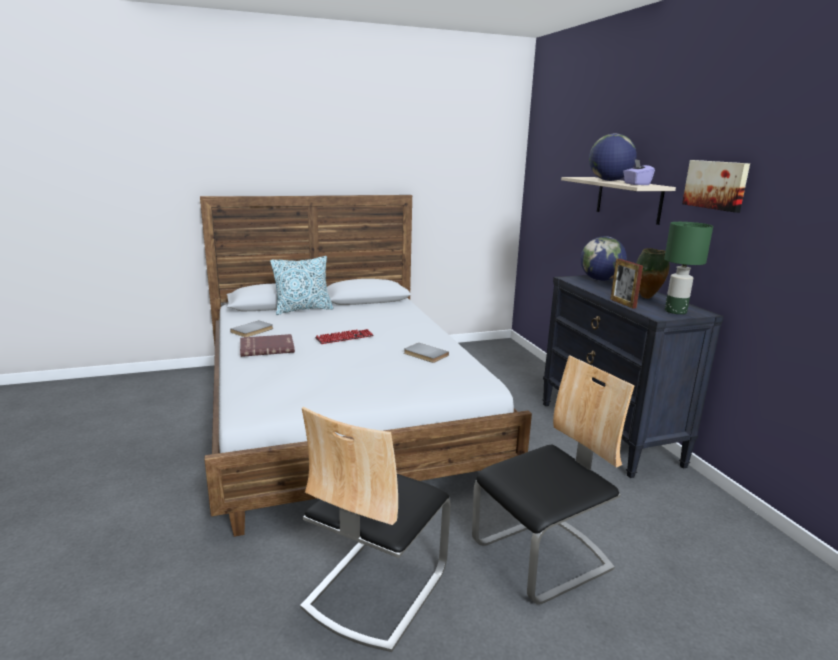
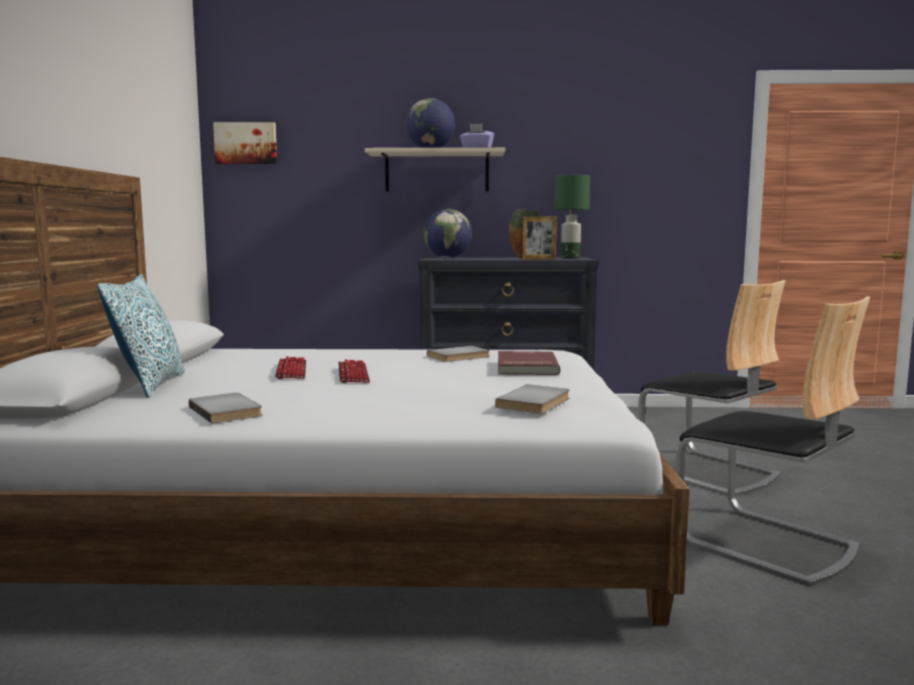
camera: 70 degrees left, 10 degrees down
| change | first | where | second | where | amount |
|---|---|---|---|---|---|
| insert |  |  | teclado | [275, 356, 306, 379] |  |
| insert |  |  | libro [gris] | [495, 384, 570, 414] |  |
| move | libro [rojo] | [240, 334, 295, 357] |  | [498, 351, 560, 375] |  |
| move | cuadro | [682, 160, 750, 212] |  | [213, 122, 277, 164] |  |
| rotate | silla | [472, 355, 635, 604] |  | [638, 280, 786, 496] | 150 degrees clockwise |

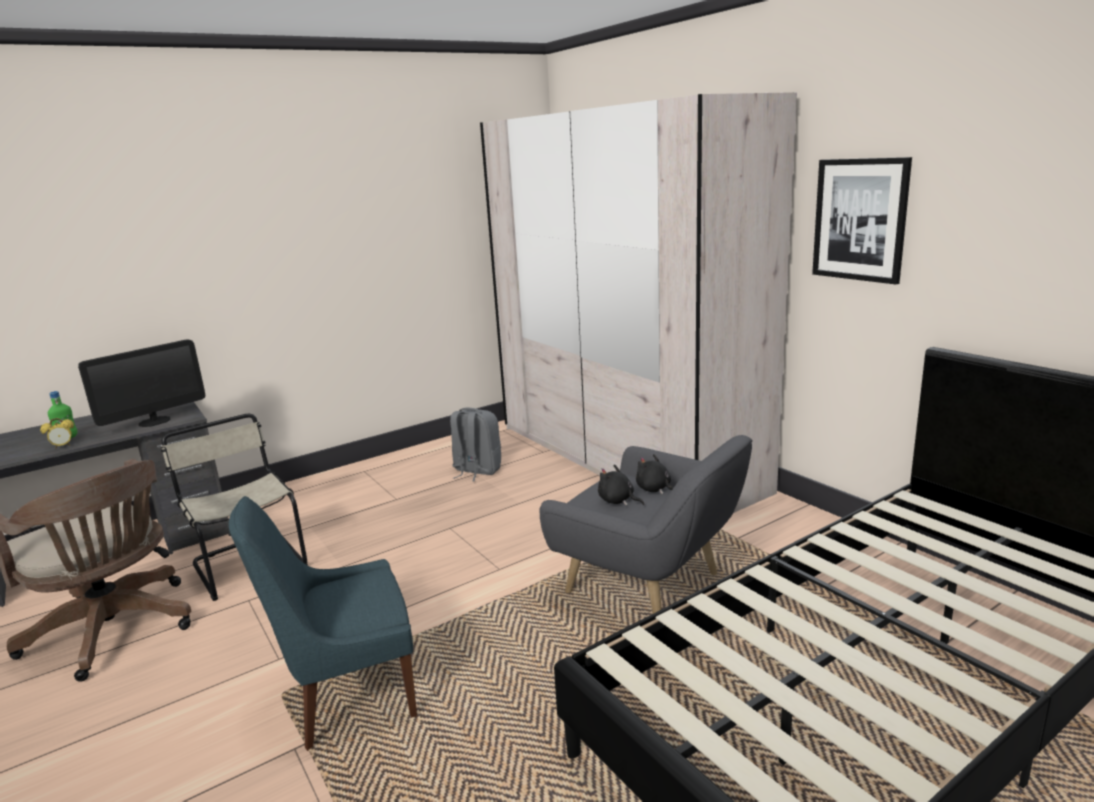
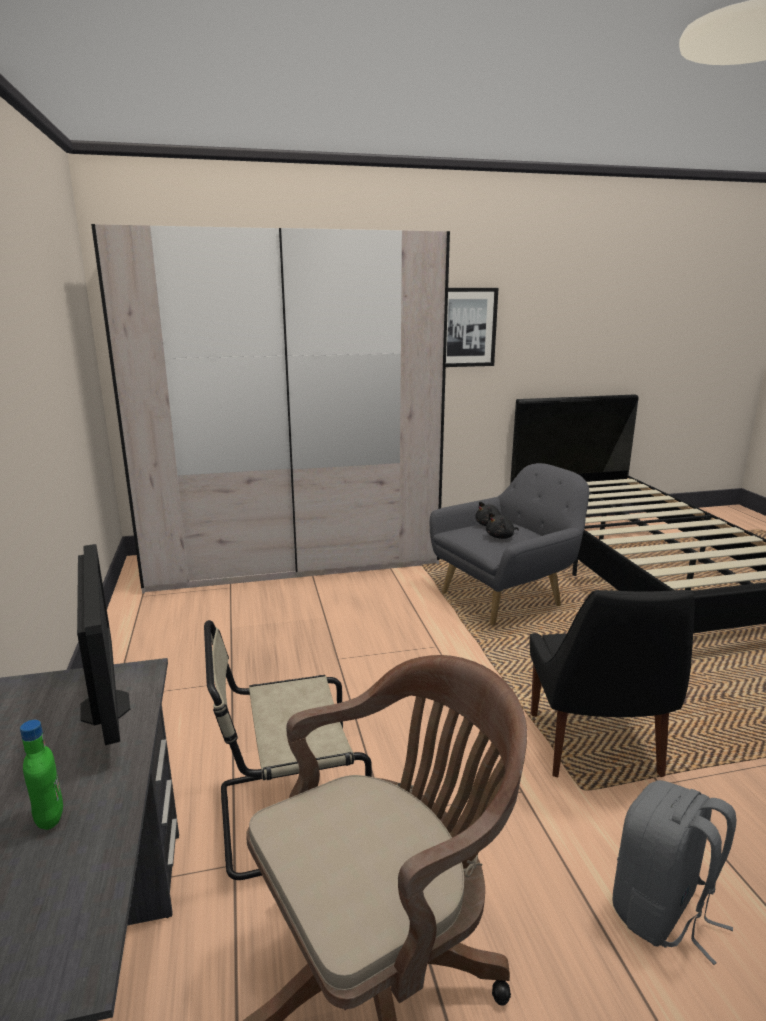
camera: 70 degrees left, 0 degrees up
| change | first | where | second | where | amount |
|---|---|---|---|---|---|
| delete | despertador | [40, 418, 74, 449] |  |  |  |
| move | mochila [gris] | [450, 408, 501, 482] |  | [613, 780, 736, 965] |  |
| recolor | silla [azul] | [229, 496, 417, 751] | silla [negro] | [530, 590, 694, 777] |  |

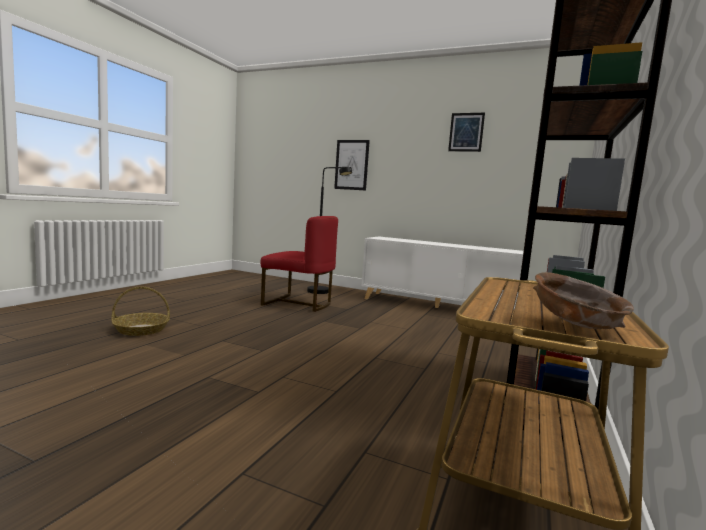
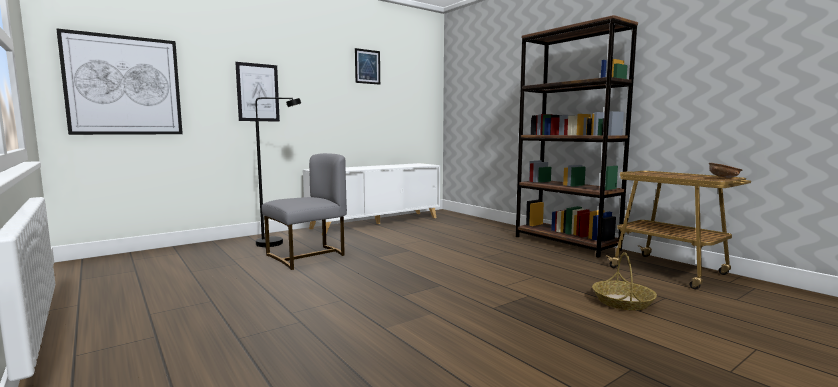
camera: 60 degrees left, 0 degrees up
| change | first | where | second | where | amount |
|---|---|---|---|---|---|
| insert |  |  | cuadro | [56, 28, 183, 135] |  |
| move | cesta | [111, 286, 170, 336] |  | [592, 252, 657, 310] |  |
| recolor | silla [rojo] | [261, 216, 338, 312] | silla [gris] | [262, 153, 347, 270] |  |

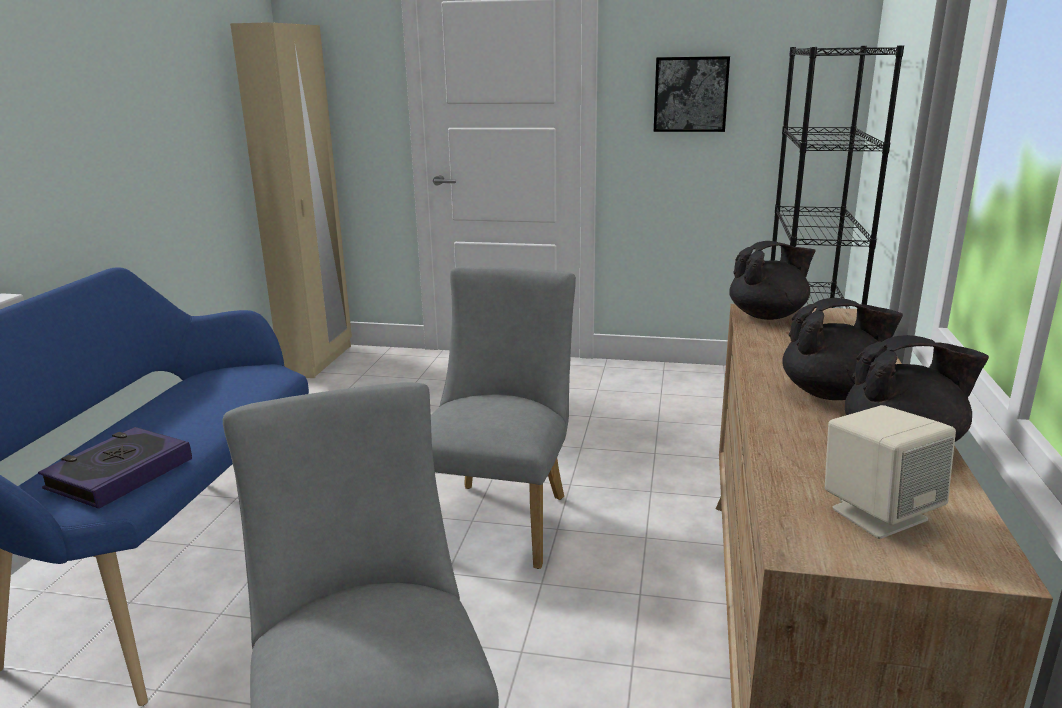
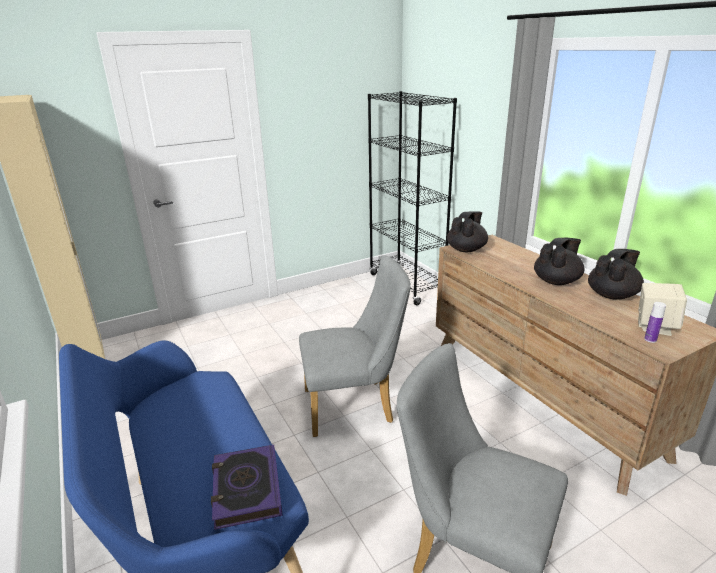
camera: 40 degrees left, 5 degrees up
| change | first | where | second | where | amount |
|---|---|---|---|---|---|
| delete | cuadro | [654, 56, 730, 132] |  |  |  |
| insert |  |  | botella | [644, 302, 666, 343] |  |
| rotate | silla [gris] | [431, 266, 576, 569] |  | [299, 255, 411, 437] | 105 degrees clockwise |

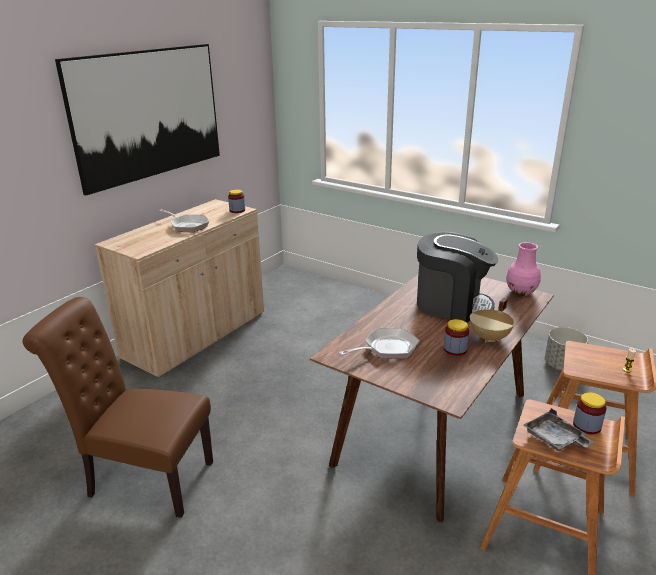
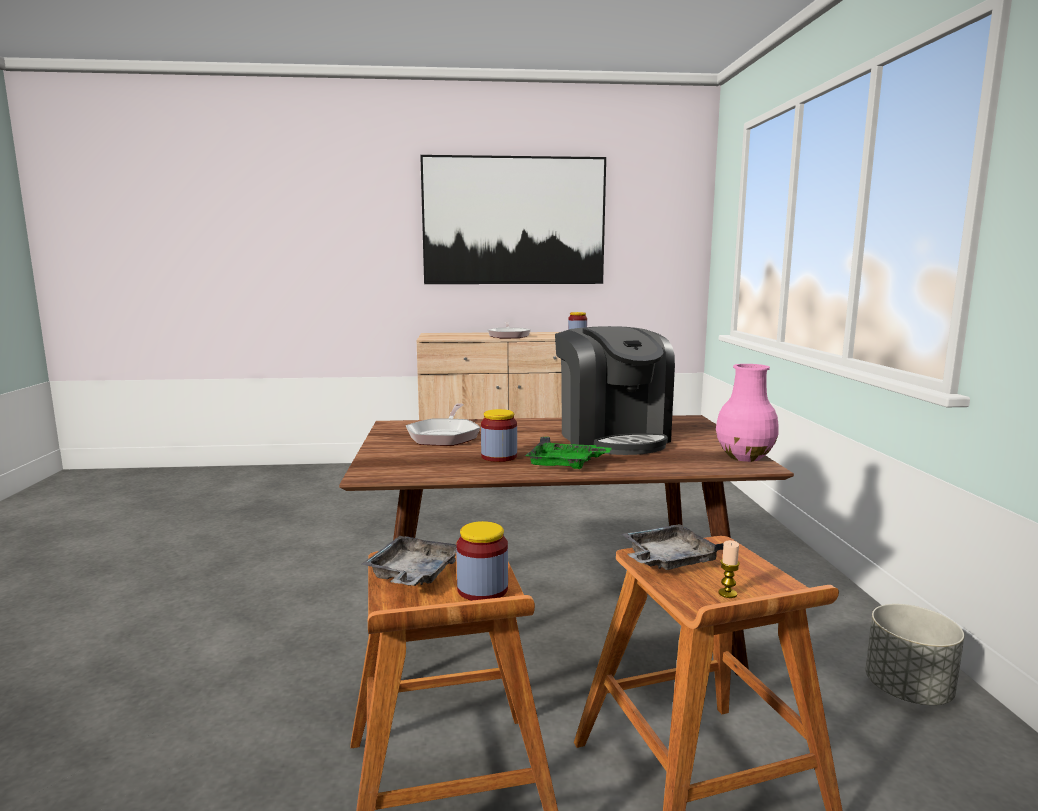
camera: 50 degrees right, 15 degrees down
| change | first | where | second | where | amount |
|---|---|---|---|---|---|
| delete | silla [marrón] | [23, 297, 213, 518] |  |  |  |
| insert |  |  | bandeja [gris] | [622, 524, 723, 570] |  |
| replace | olla [beis] | [470, 297, 514, 342] | bandeja [verde] | [525, 437, 612, 469] |  |
| rotate | sartén | [338, 328, 420, 359] |  | [406, 403, 480, 446] | 75 degrees clockwise |

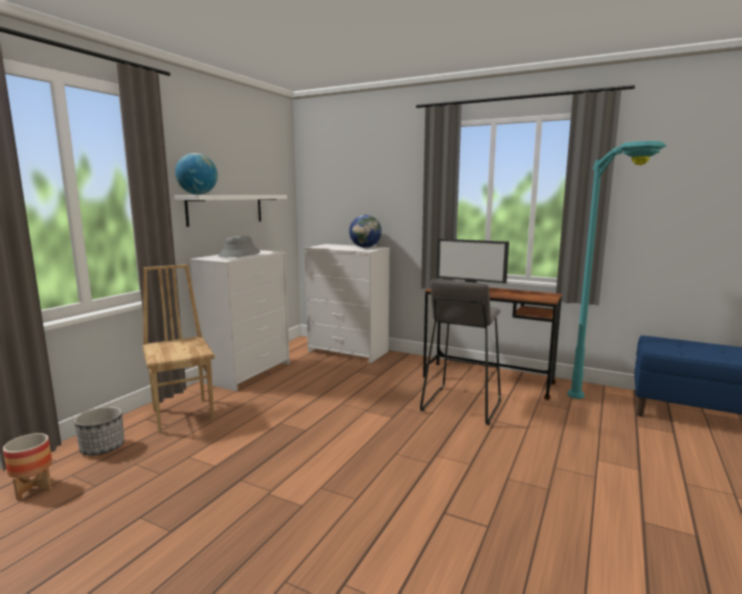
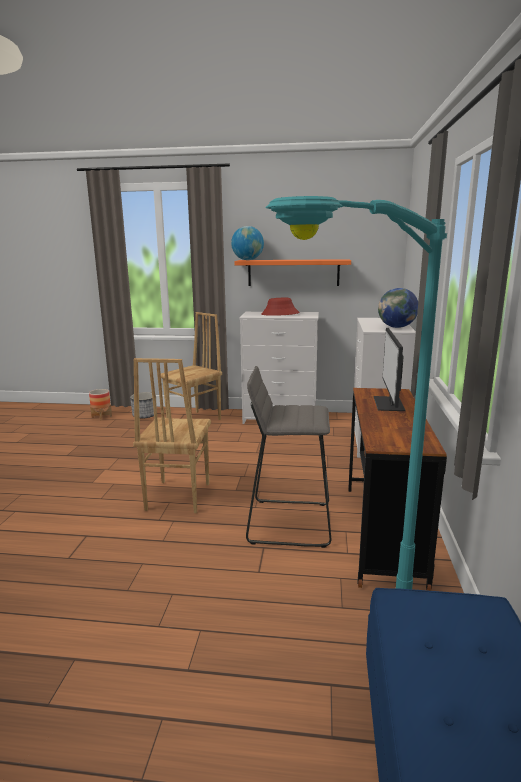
camera: 70 degrees right, 5 degrees up
| change | first | where | second | where | amount |
|---|---|---|---|---|---|
| insert |  |  | silla [marrón] | [133, 358, 211, 513] |  |
| recolor | estante [blanco] | [174, 195, 287, 227] | estante [naranja] | [234, 259, 351, 286] |  |
| recolor | sombrero [gris] | [219, 236, 260, 257] | sombrero [rojo] | [261, 298, 300, 316] |  |

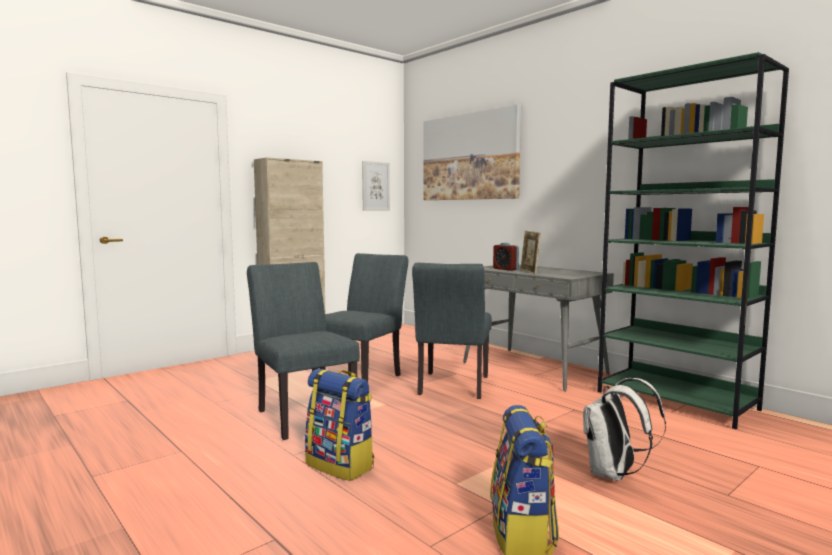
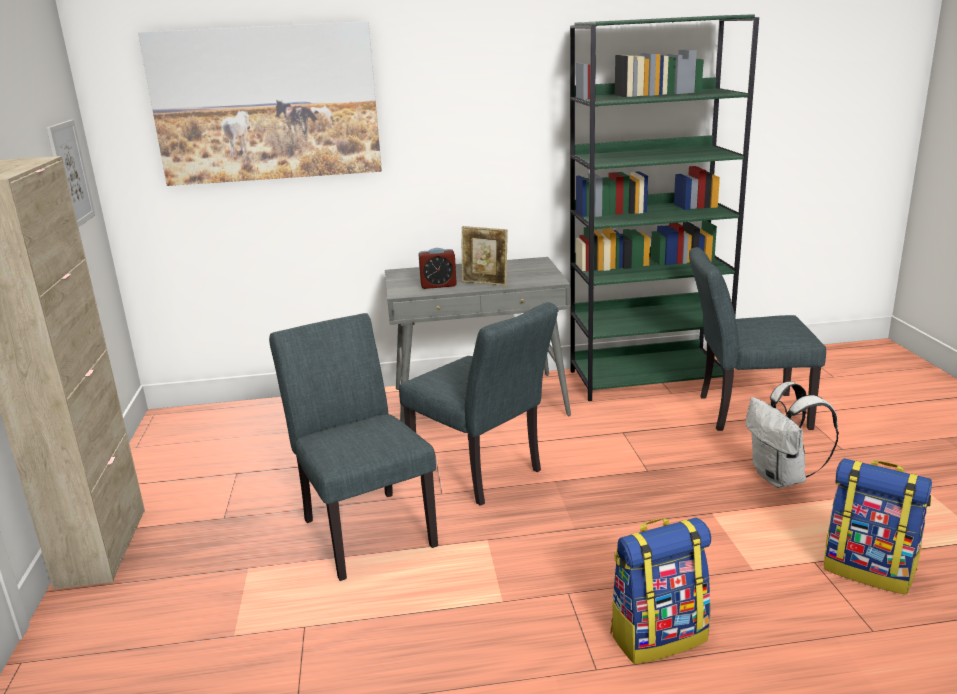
camera: 55 degrees left, 15 degrees up
| change | first | where | second | where | amount |
|---|---|---|---|---|---|
| move | silla [gris] | [247, 262, 360, 440] |  | [689, 247, 826, 431] |  |

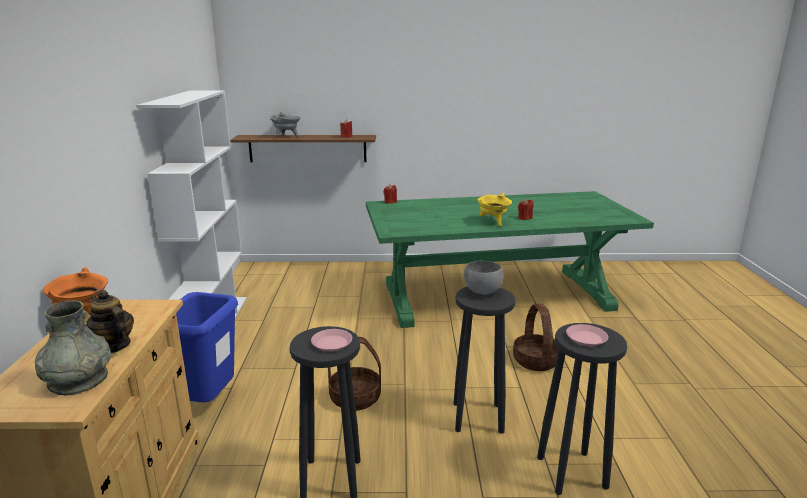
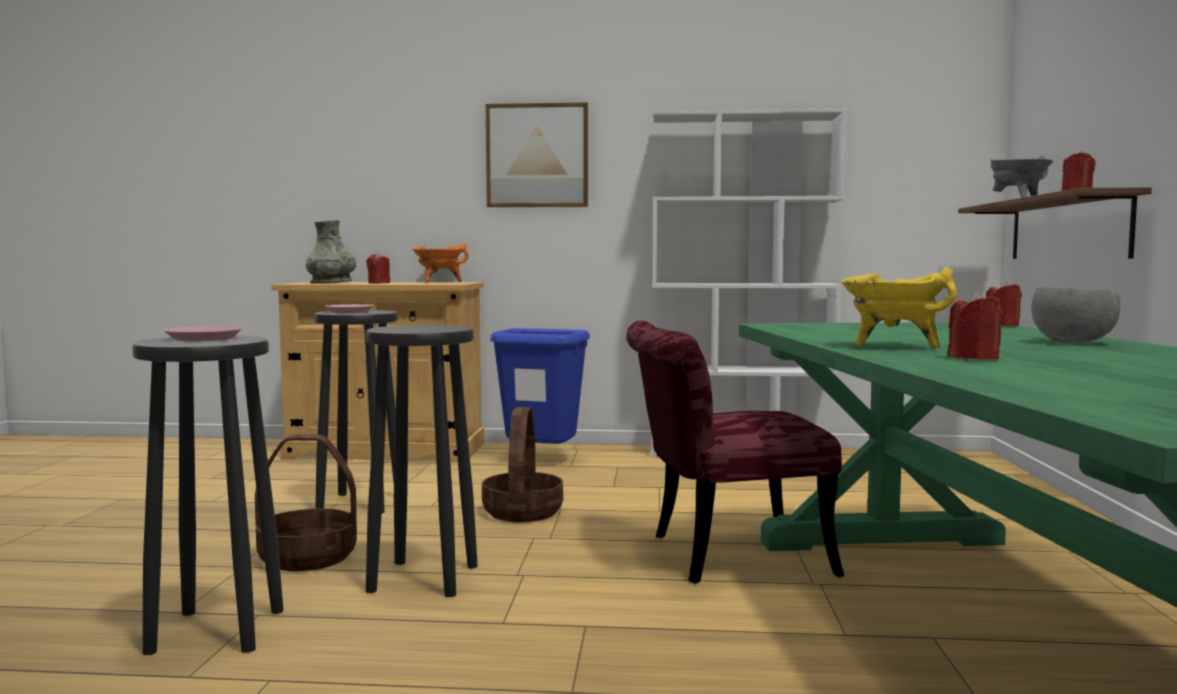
camera: 95 degrees right, 15 degrees down
| change | first | where | second | where | amount |
|---|---|---|---|---|---|
| insert |  |  | cuadro | [486, 102, 588, 207] |  |
| insert |  |  | silla [rojo] | [626, 321, 844, 584] |  |
| move | cuenco [gris] | [464, 261, 504, 295] |  | [1031, 286, 1120, 343] |  |
| move | cesta | [513, 304, 559, 371] |  | [255, 434, 357, 571] |  |
| replace | tetera | [86, 290, 134, 353] | vela [rojo] | [366, 252, 390, 284] |  |

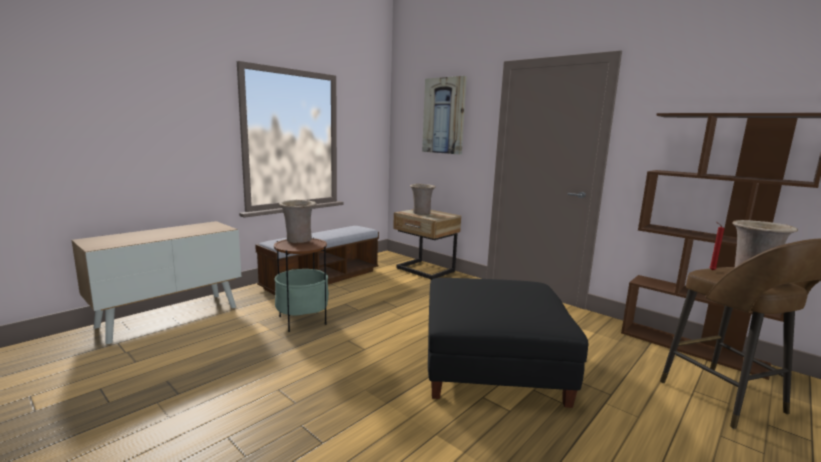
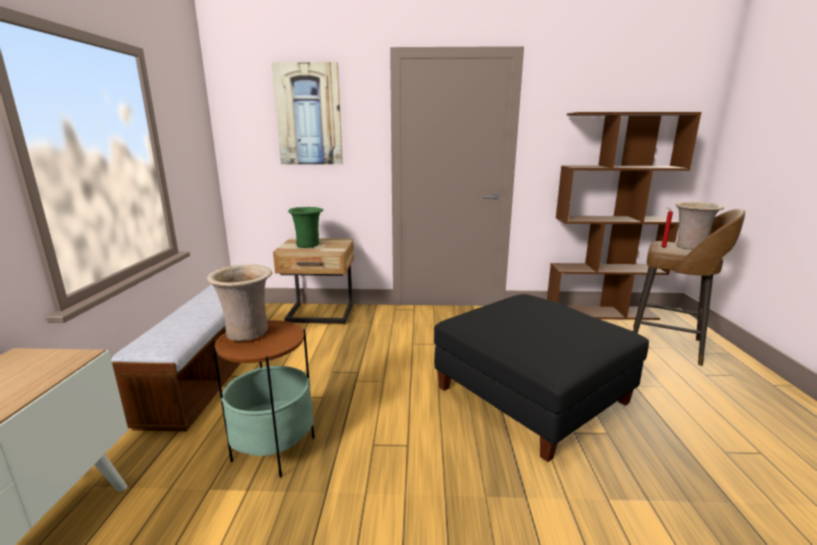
camera: 40 degrees left, 5 degrees up
| change | first | where | second | where | amount |
|---|---|---|---|---|---|
| recolor | florero [beis] | [410, 184, 436, 215] | florero [verde] | [288, 207, 323, 248] |  |

